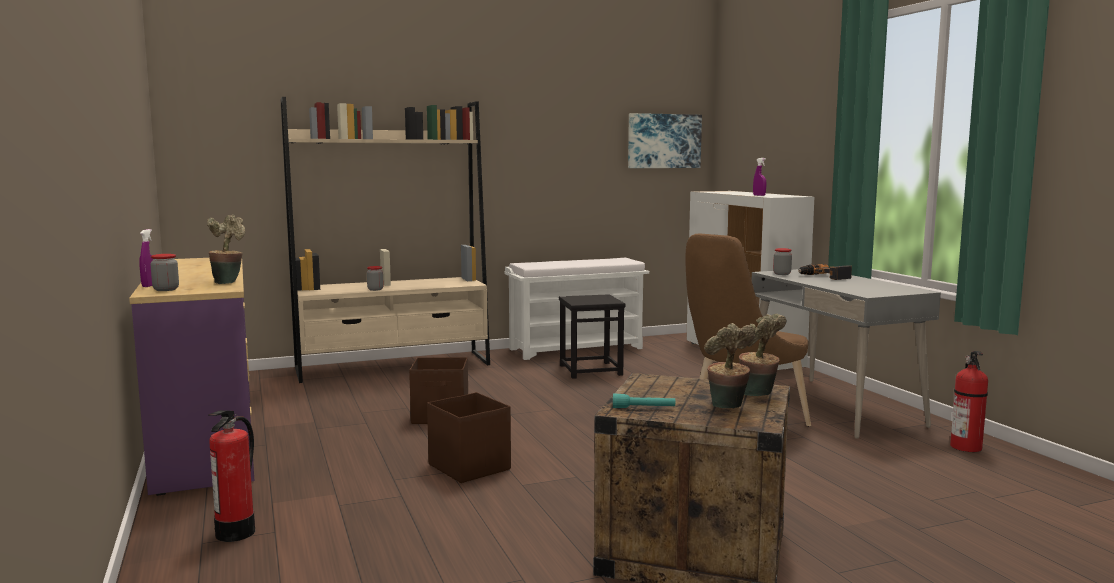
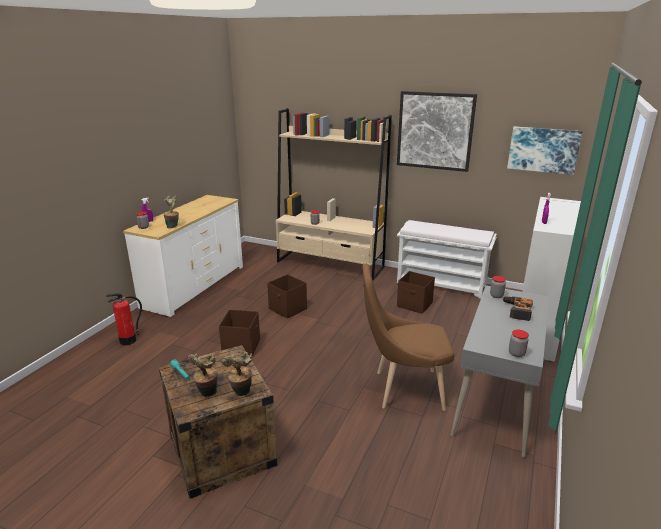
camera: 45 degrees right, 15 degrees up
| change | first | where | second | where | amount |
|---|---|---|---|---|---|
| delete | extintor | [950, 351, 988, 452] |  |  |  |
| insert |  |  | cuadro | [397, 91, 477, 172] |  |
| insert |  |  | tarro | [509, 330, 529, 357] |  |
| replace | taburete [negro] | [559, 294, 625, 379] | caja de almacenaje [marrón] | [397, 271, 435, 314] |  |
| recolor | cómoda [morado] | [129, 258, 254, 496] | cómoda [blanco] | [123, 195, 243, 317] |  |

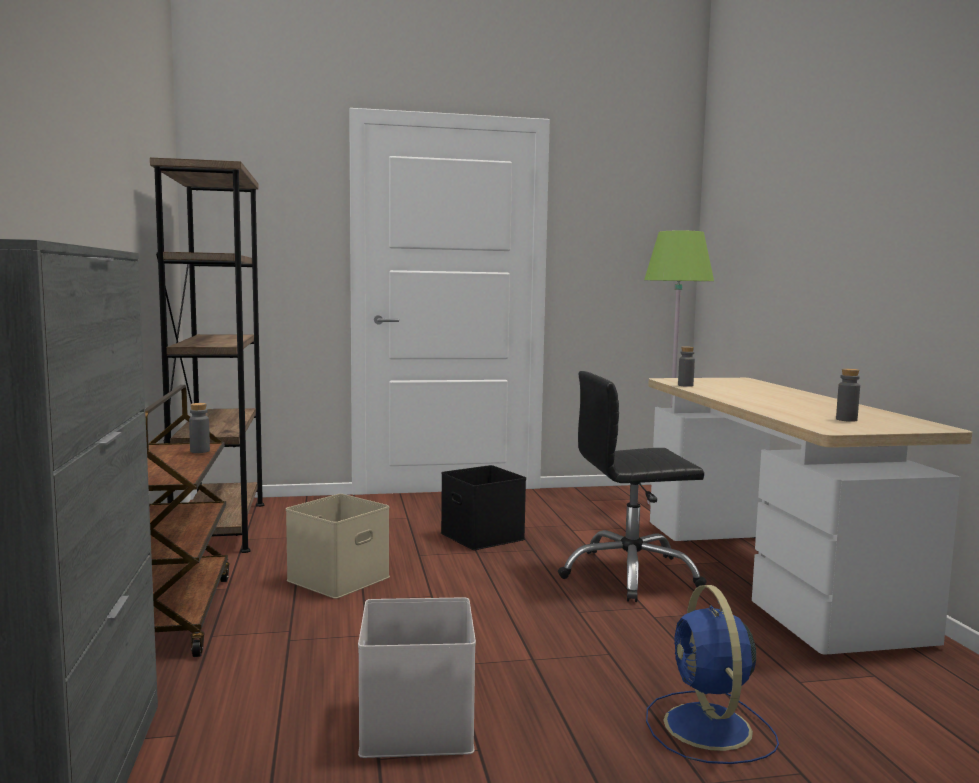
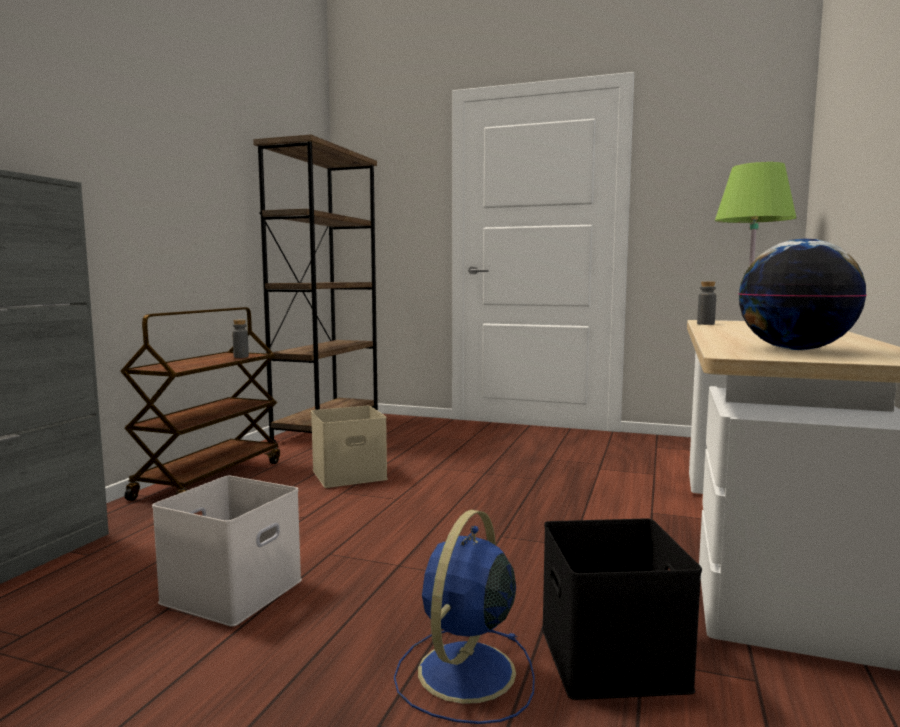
camera: 30 degrees right, 0 degrees up
| change | first | where | second | where | amount |
|---|---|---|---|---|---|
| delete | silla de oficina [negro] | [558, 371, 707, 602] |  |  |  |
| move | caja de almacenaje [negro] | [441, 465, 526, 550] |  | [542, 519, 702, 700] |  |
| replace | botella [gris] | [836, 369, 860, 422] | globo terráqueo | [738, 239, 867, 350] |  |

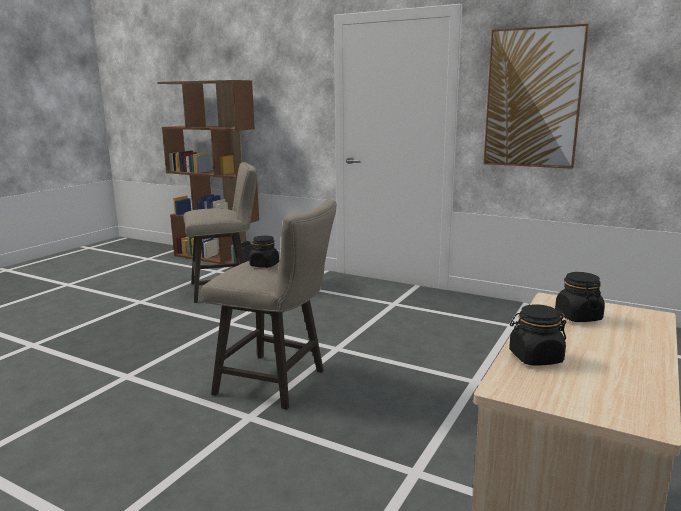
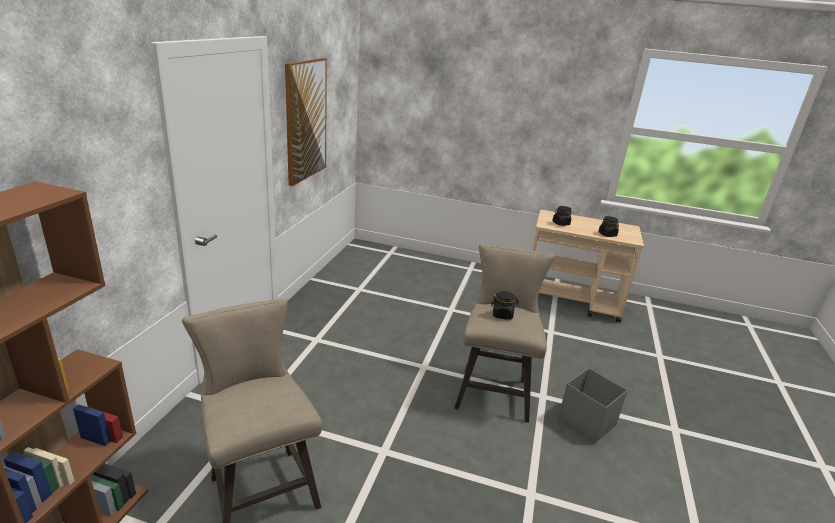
camera: 105 degrees left, 10 degrees up
| change | first | where | second | where | amount |
|---|---|---|---|---|---|
| insert |  |  | caja de almacenaje [gris] | [558, 368, 628, 443] |  |

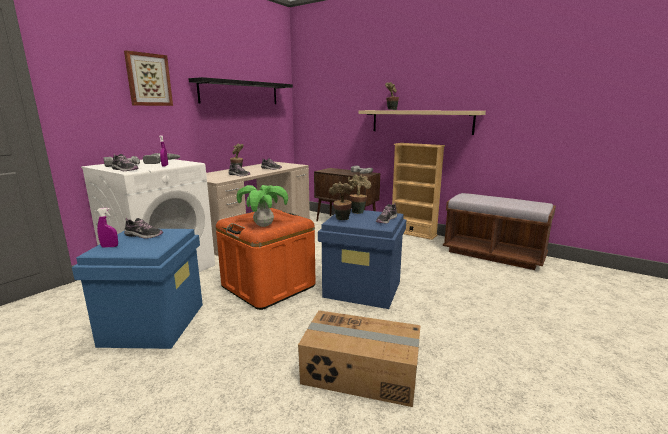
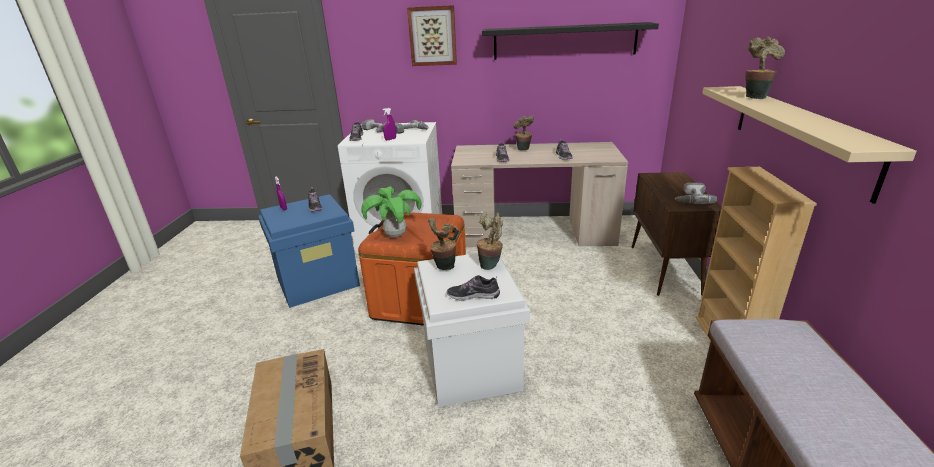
camera: 60 degrees right, 10 degrees up
| change | first | where | second | where | amount |
|---|---|---|---|---|---|
| recolor | caja de almacenaje [azul] | [318, 209, 406, 309] | caja de almacenaje [blanco] | [414, 253, 530, 407] |  |

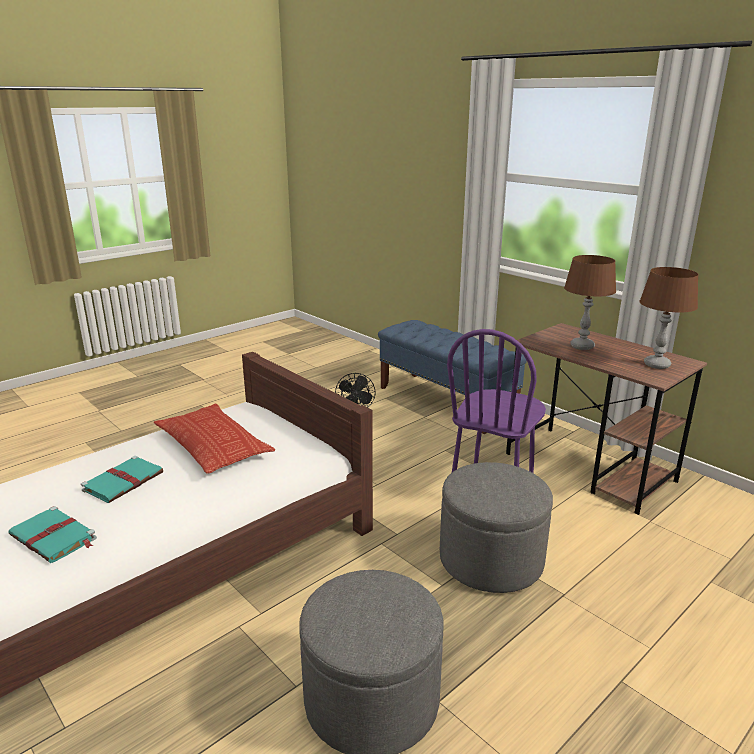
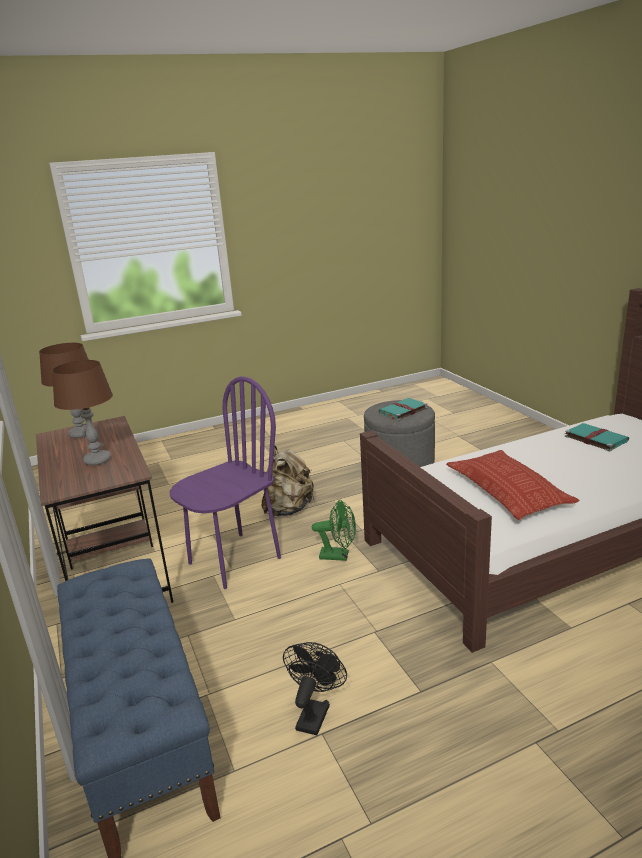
camera: 160 degrees left, 0 degrees up
| change | first | where | second | where | amount |
|---|---|---|---|---|---|
| insert |  |  | ventilador [verde] | [312, 500, 356, 561] |  |
| move | libro [turquesa] | [81, 456, 163, 503] |  | [378, 398, 427, 420] |  |
| replace | puf [gris] | [440, 462, 553, 593] | mochila [beis] | [262, 446, 315, 517] |  |

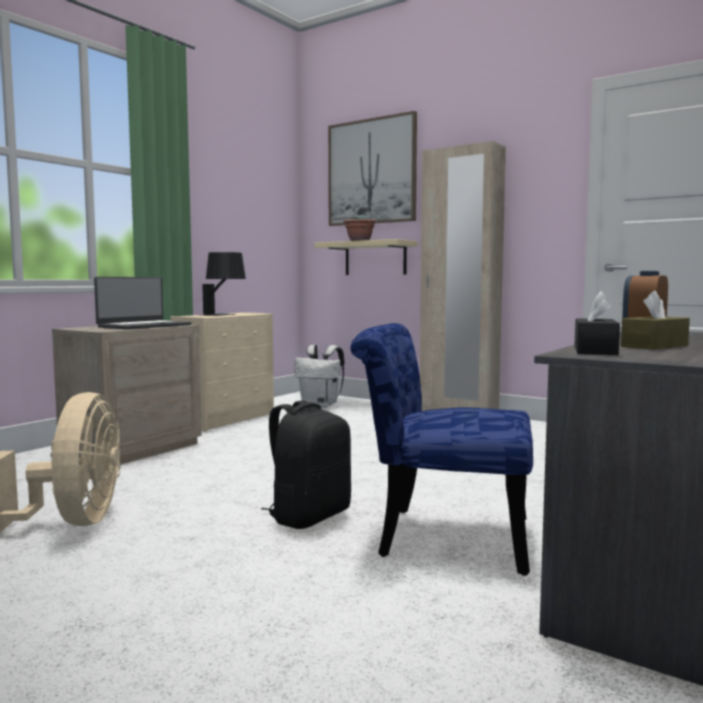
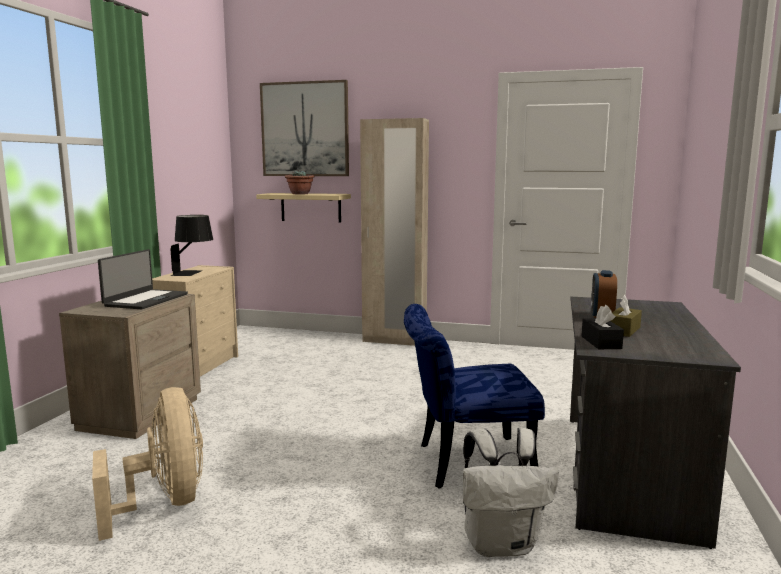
camera: 20 degrees left, 5 degrees up
| change | first | where | second | where | amount |
|---|---|---|---|---|---|
| delete | mochila [negro] | [262, 400, 351, 529] |  |  |  |
| move | mochila [blanco] | [294, 344, 345, 408] |  | [463, 428, 559, 557] |  |

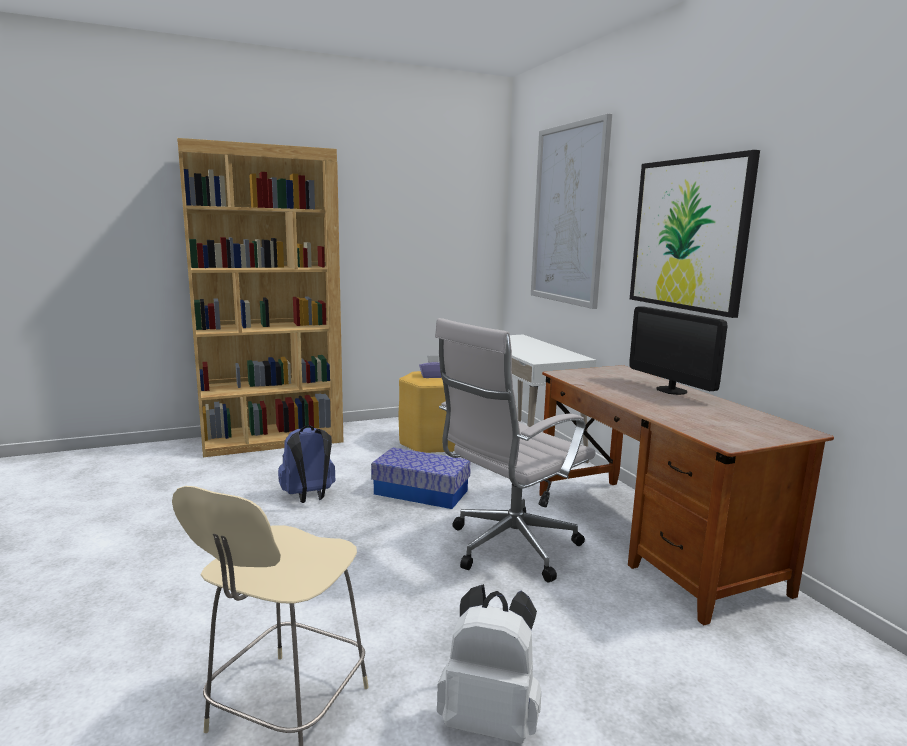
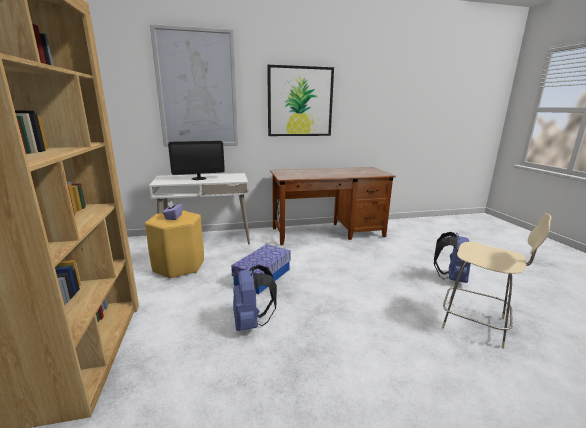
camera: 80 degrees left, 5 degrees up
| change | first | where | second | where | amount |
|---|---|---|---|---|---|
| delete | silla de oficina [blanco] | [435, 318, 595, 582] |  |  |  |
| move | monitor | [629, 306, 728, 395] |  | [168, 141, 225, 180] |  |
| recolor | mochila [blanco] | [437, 584, 541, 743] | mochila [azul] | [434, 232, 471, 283] |  |

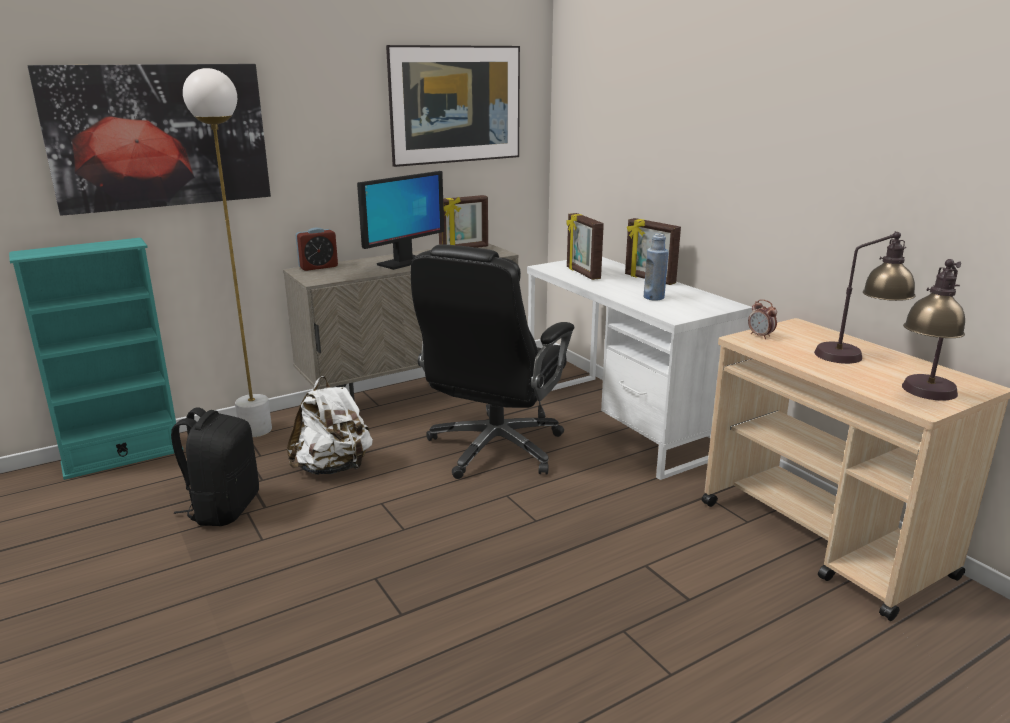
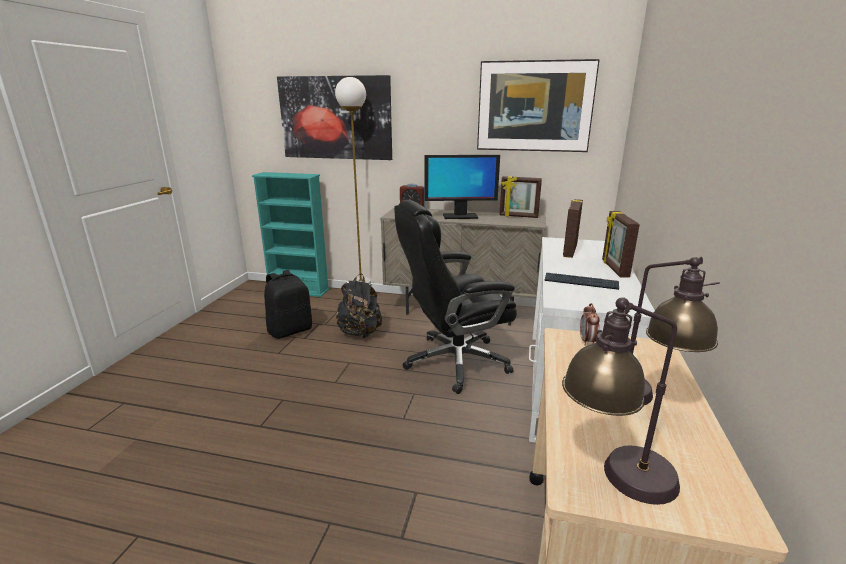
camera: 45 degrees right, 0 degrees up
| change | first | where | second | where | amount |
|---|---|---|---|---|---|
| replace | botella [azul] | [644, 233, 669, 301] | teclado | [544, 273, 619, 290] |  |
| recolor | mochila [blanco] | [287, 376, 373, 475] | mochila [negro] | [336, 274, 382, 338] |  |

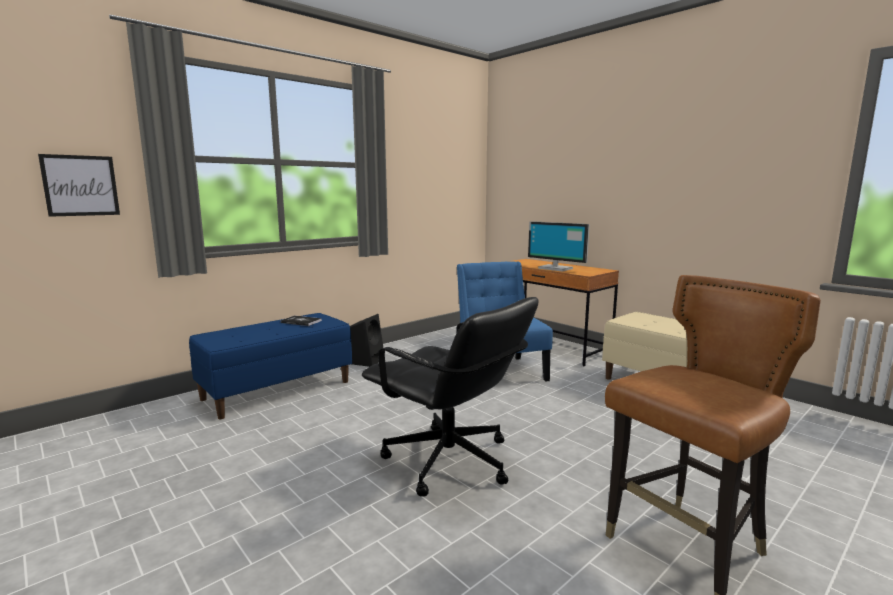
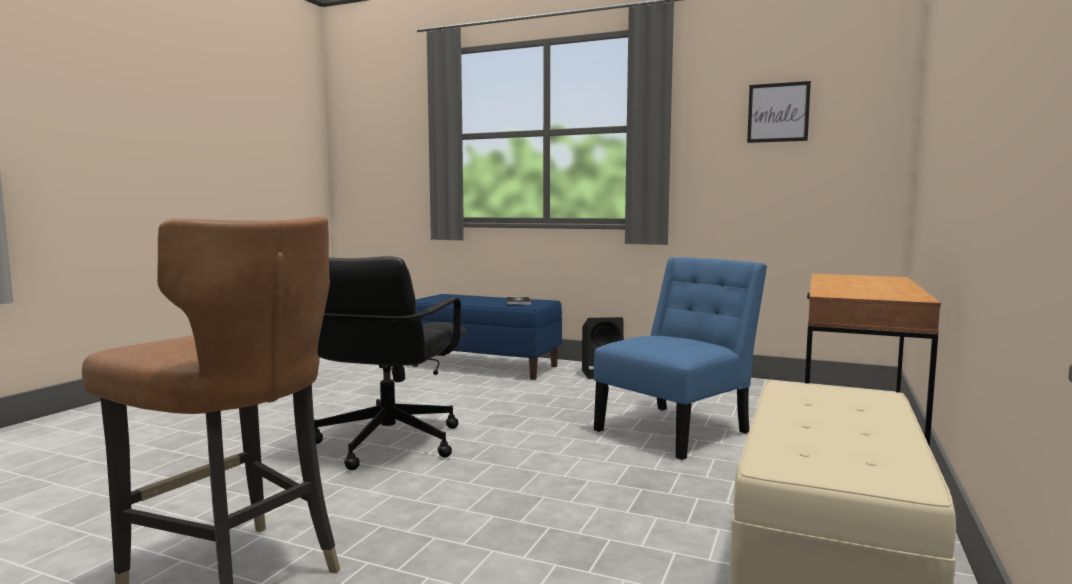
camera: 65 degrees right, 5 degrees down
| change | first | where | second | where | amount |
|---|---|---|---|---|---|
| delete | monitor | [528, 221, 590, 272] |  |  |  |
| move | cuadro | [38, 154, 120, 217] |  | [747, 81, 811, 143] |  |

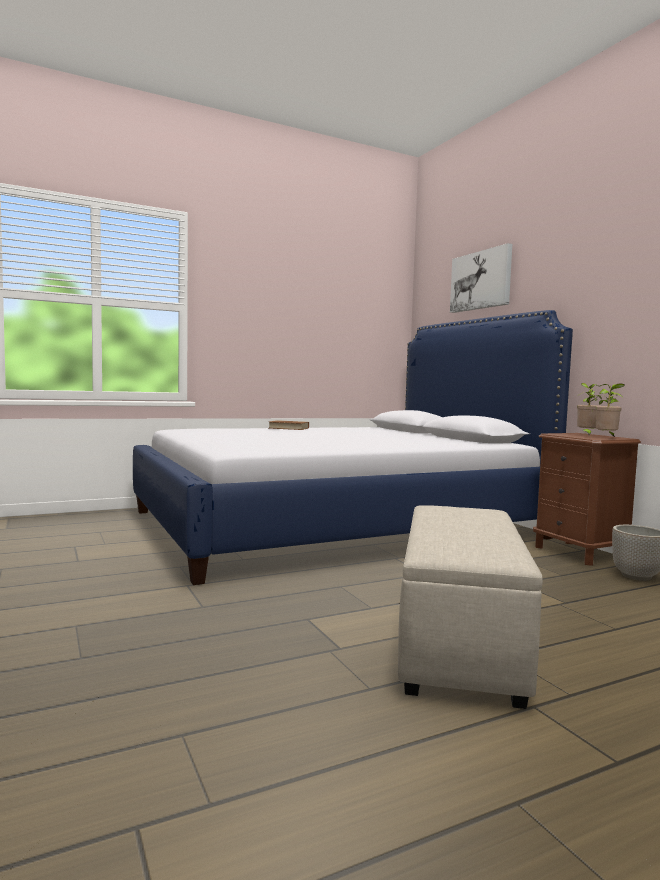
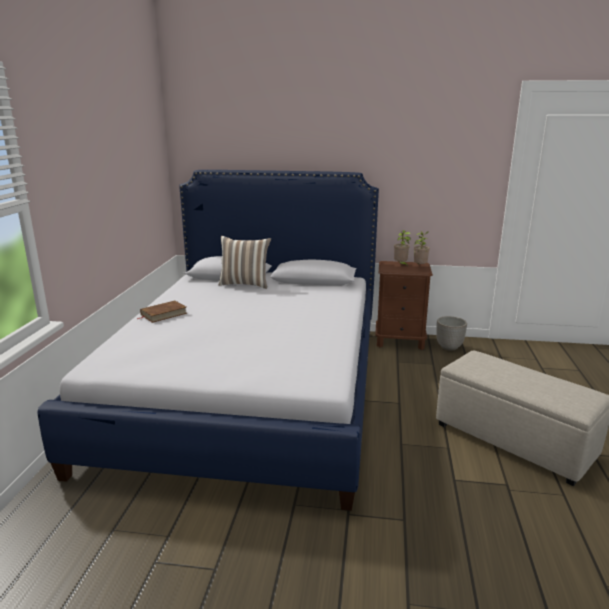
camera: 55 degrees left, 15 degrees up
| change | first | where | second | where | amount |
|---|---|---|---|---|---|
| delete | cuadro | [450, 243, 512, 313] |  |  |  |
| insert |  |  | cojín | [219, 236, 271, 289] |  |

